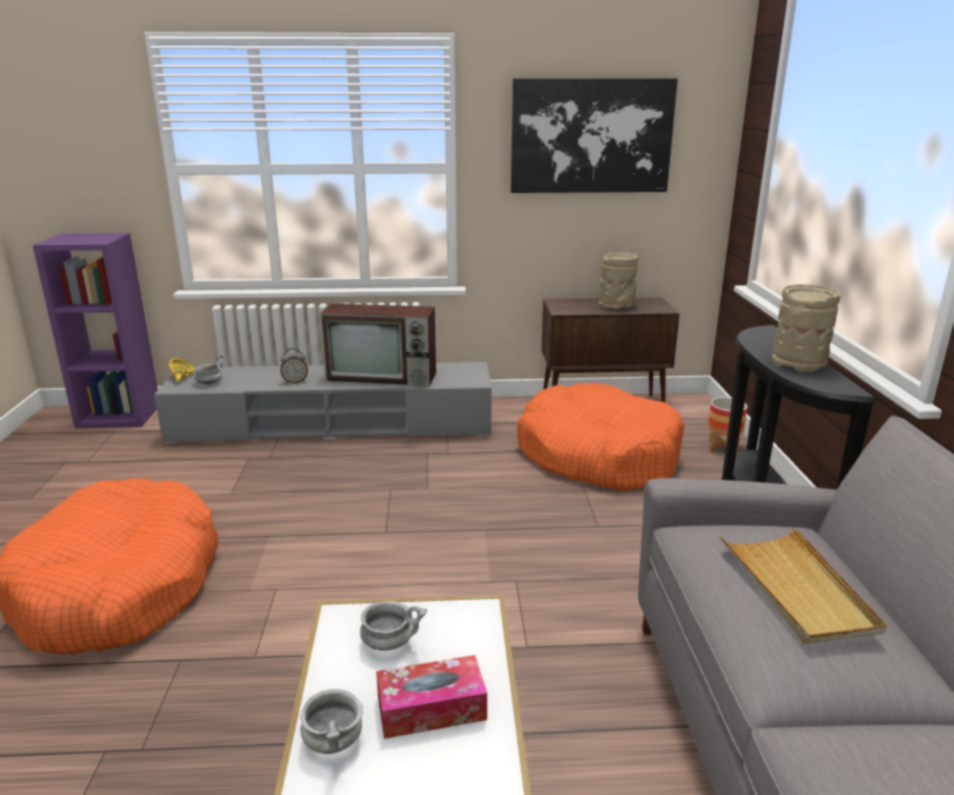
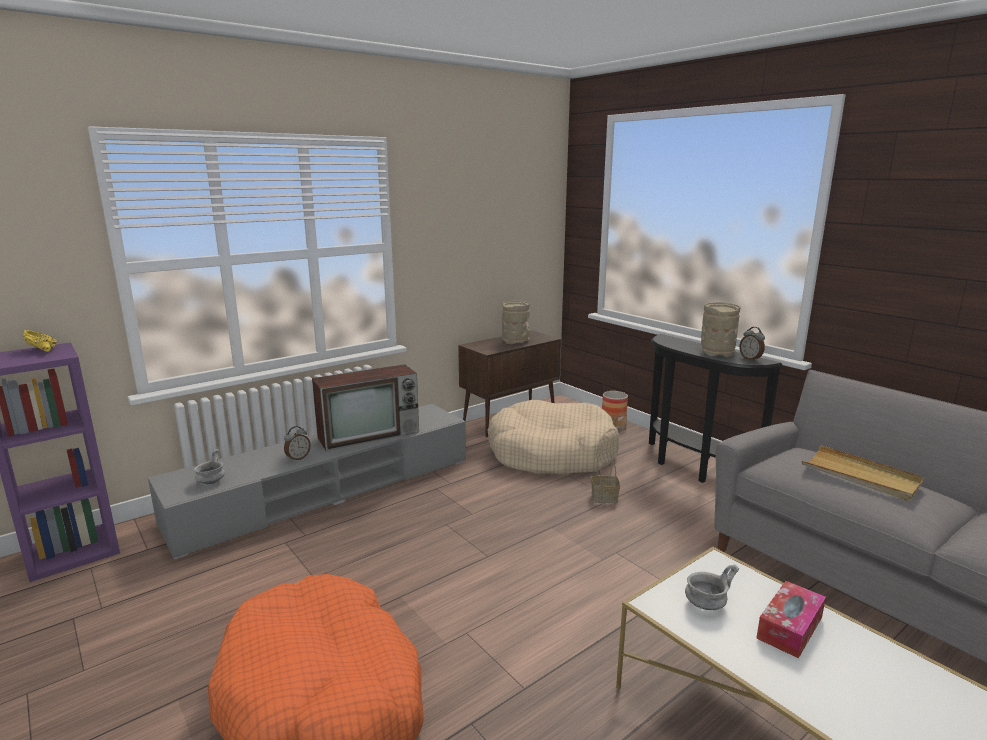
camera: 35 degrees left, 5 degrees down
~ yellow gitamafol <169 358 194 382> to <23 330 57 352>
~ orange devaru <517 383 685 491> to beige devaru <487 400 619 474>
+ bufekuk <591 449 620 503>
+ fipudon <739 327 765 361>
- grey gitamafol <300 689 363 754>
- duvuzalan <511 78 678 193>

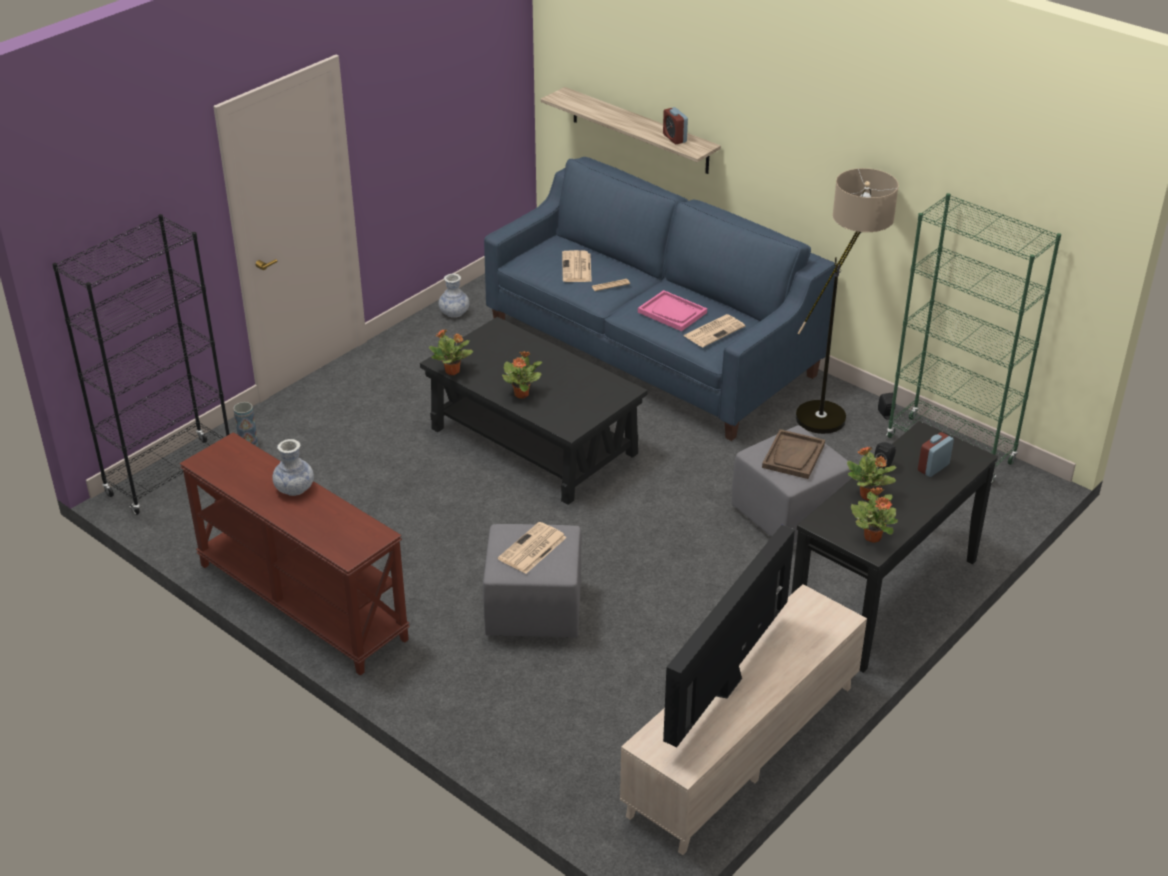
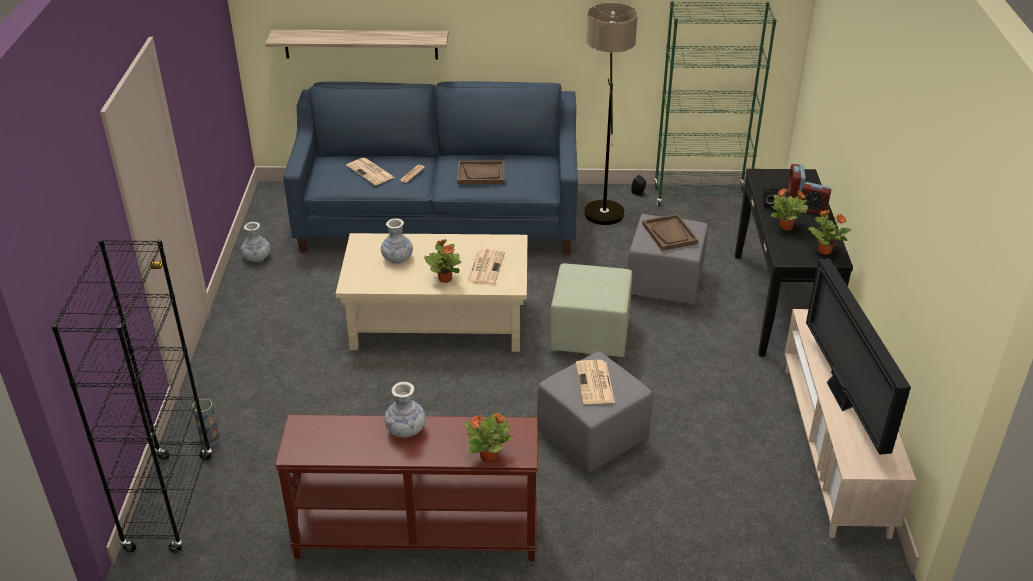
camera: 40 degrees left, 0 degrees up
~ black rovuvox <420 317 647 505> to beige rovuvox <336 233 528 352>
+ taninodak <381 218 413 264>
~ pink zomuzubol <638 290 707 331> to brown zomuzubol <457 161 505 184>
~ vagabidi <429 329 473 375> to <464 413 513 462>
~ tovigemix <683 314 745 347> to <467 249 505 284>
+ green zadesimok <550 263 632 358>
~ fipudon <663 107 688 144> to <801 182 832 214>

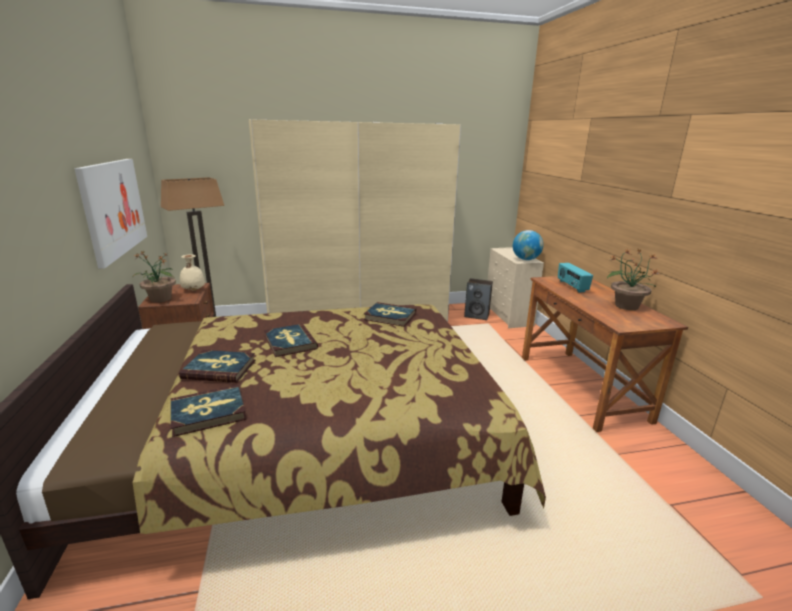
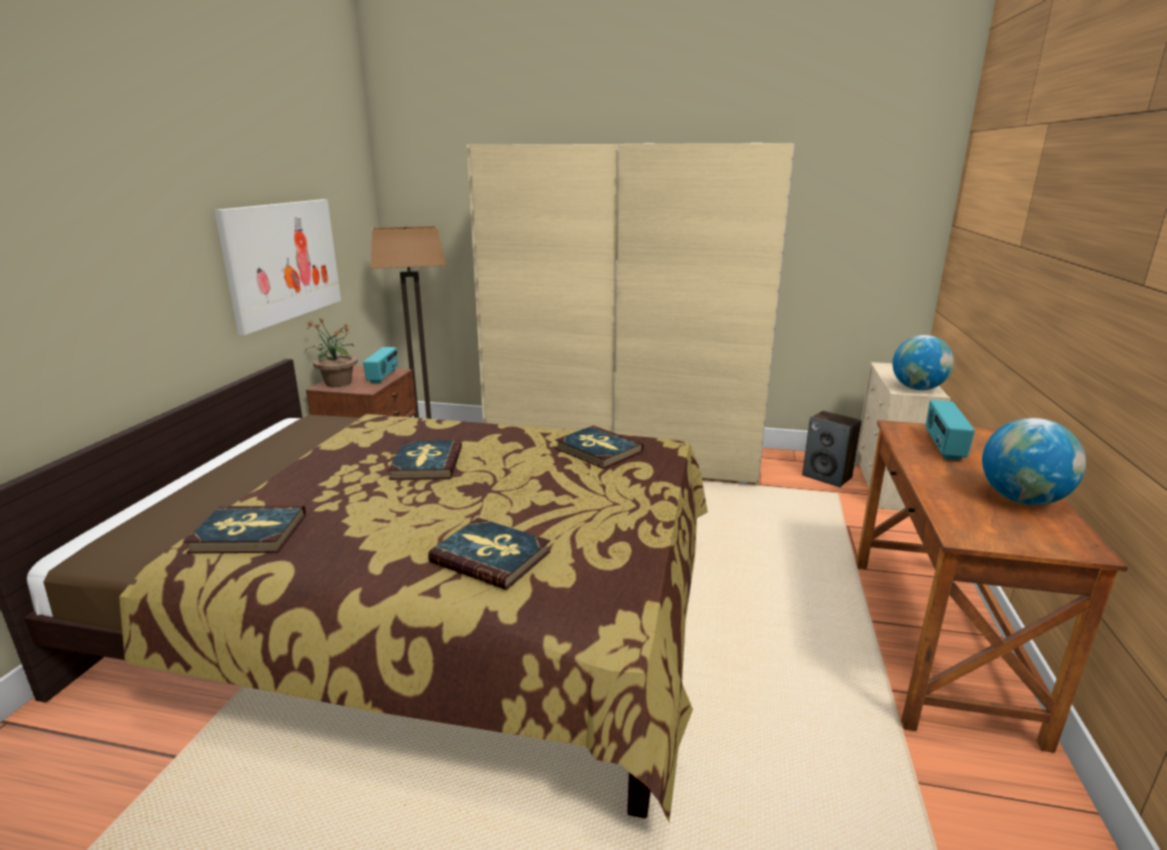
camera: 25 degrees right, 0 degrees up
~ beige taninodak <180 254 205 291> to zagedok <363 347 398 384>
~ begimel <179 350 255 383> to <428 518 550 590>
~ vagabidi <607 248 658 310> to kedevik <982 418 1086 505>

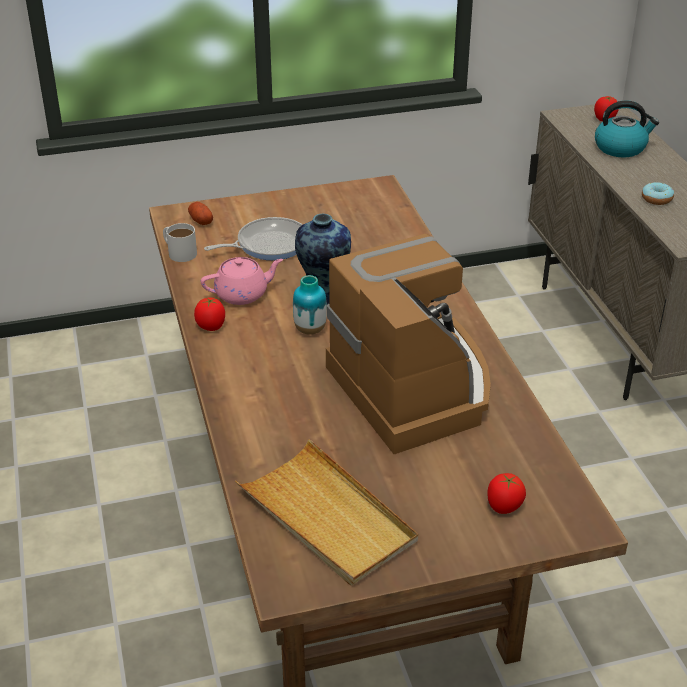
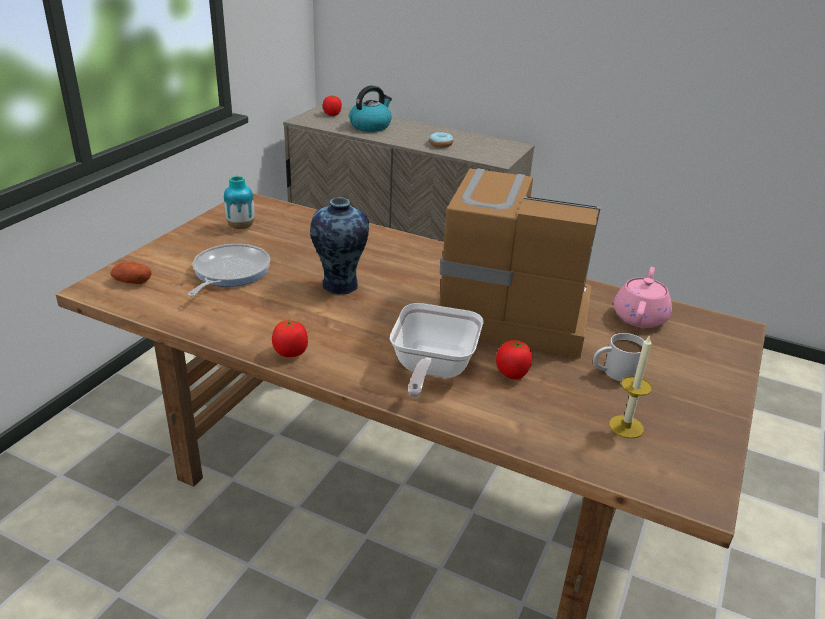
camera: 50 degrees left, 5 degrees down
~ taninodak <293 275 327 335> to <224 176 255 229>
+ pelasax <390 303 484 398>
~ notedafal <487 473 526 514> to <496 340 532 379>
~ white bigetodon <163 223 197 262> to <593 333 644 382>
~ beige zomuzubol <235 439 418 586> to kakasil <609 335 652 439>
~ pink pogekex <201 257 283 305> to <614 267 672 328>

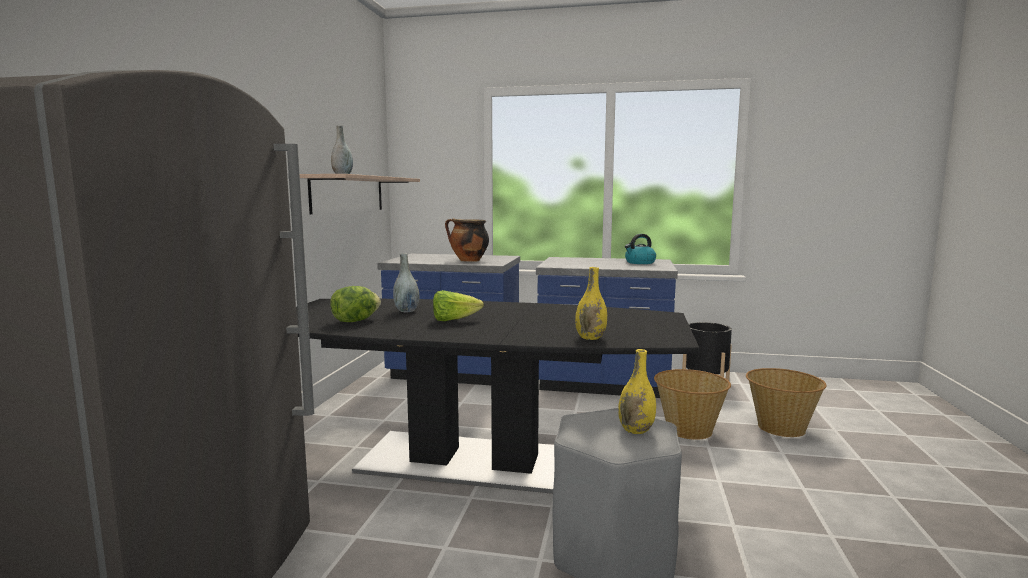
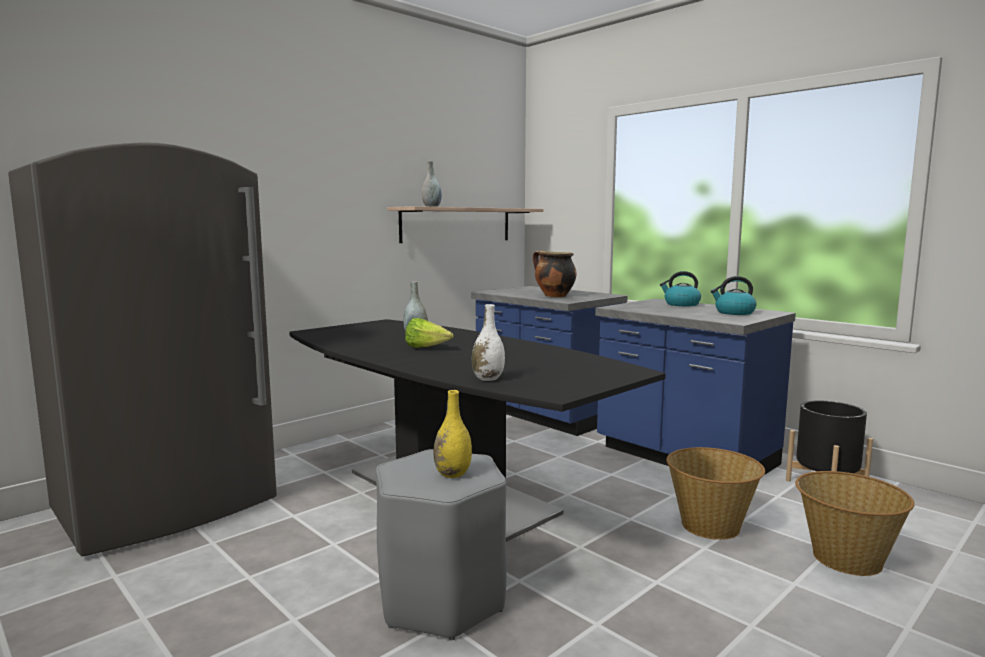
camera: 35 degrees right, 0 degrees up
~ yellow taninodak <575 267 607 340> to white taninodak <472 304 505 381>
+ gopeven <660 271 701 306>
- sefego <330 286 381 322>

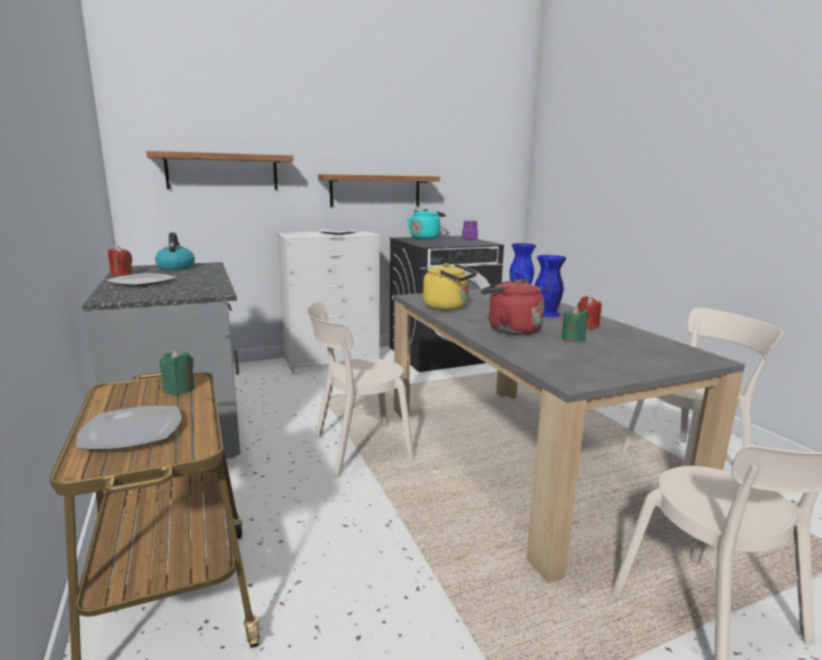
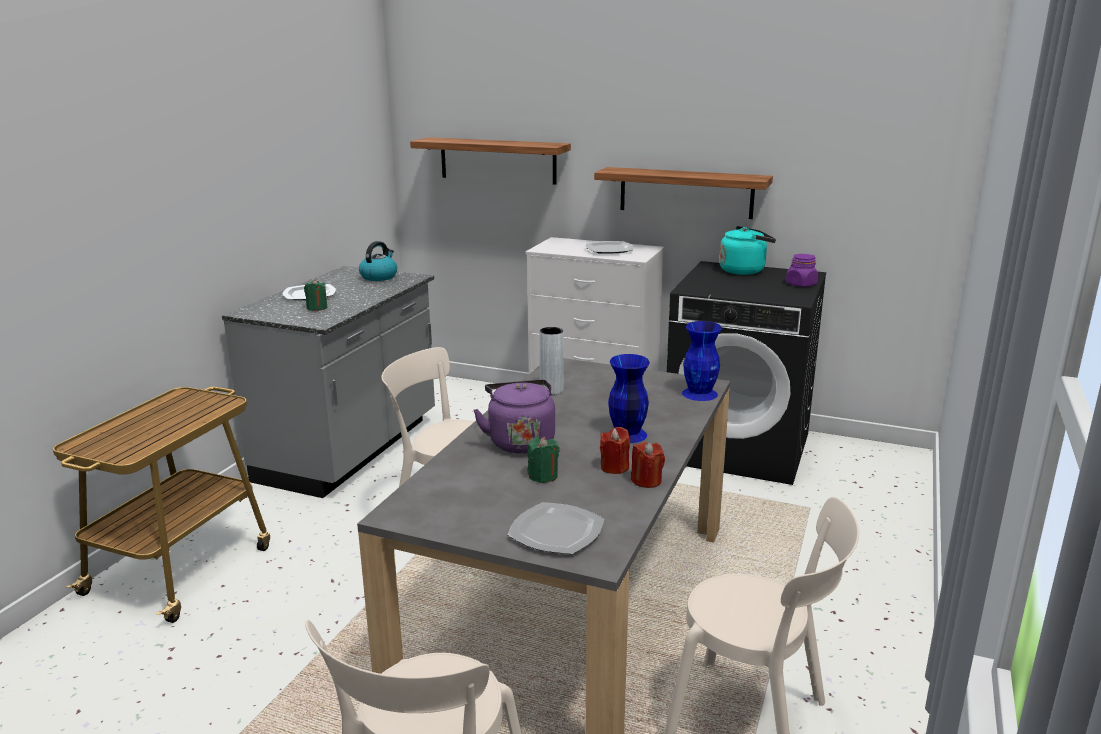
camera: 45 degrees right, 5 degrees up
~ green kakasil <159 349 194 395> to <304 279 327 311>
~ red gopeven <481 279 545 335> to purple gopeven <473 380 555 454>
~ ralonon <76 406 181 450> to <508 502 604 554>
~ yellow gopeven <423 263 477 310> to grey taninodak <539 327 564 395>
~ red kakasil <108 246 133 276> to <631 442 665 488>

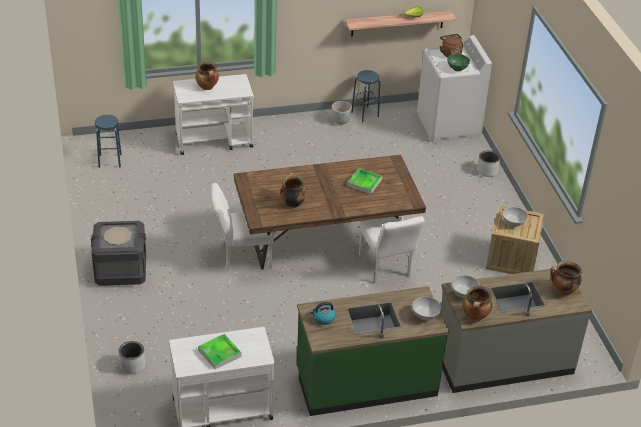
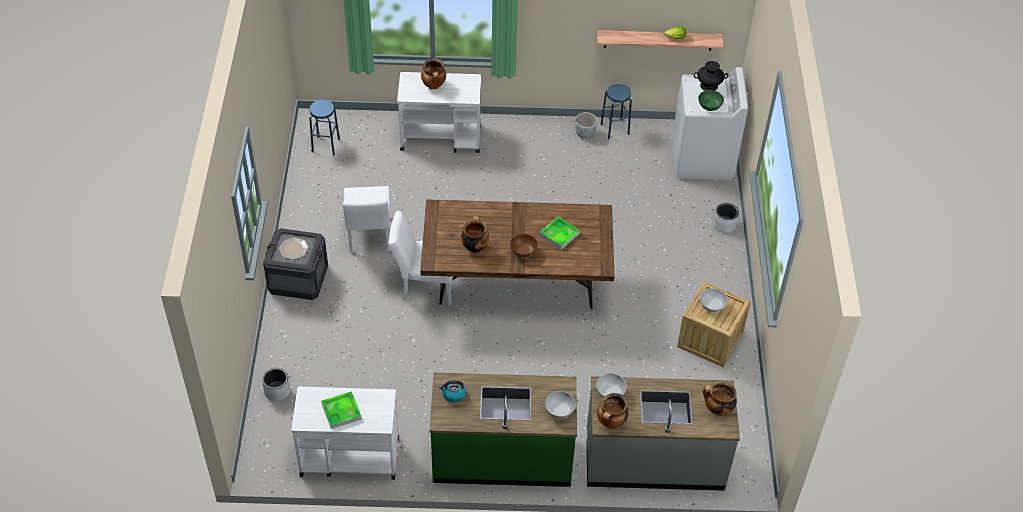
camera: 15 degrees right, 10 degrees up
~ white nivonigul <359 216 425 284> to <343 186 391 253>
+ brown gitamafol <510 234 538 257>
~ brown gopeven <440 34 463 57> to black taninodak <694 61 729 91>

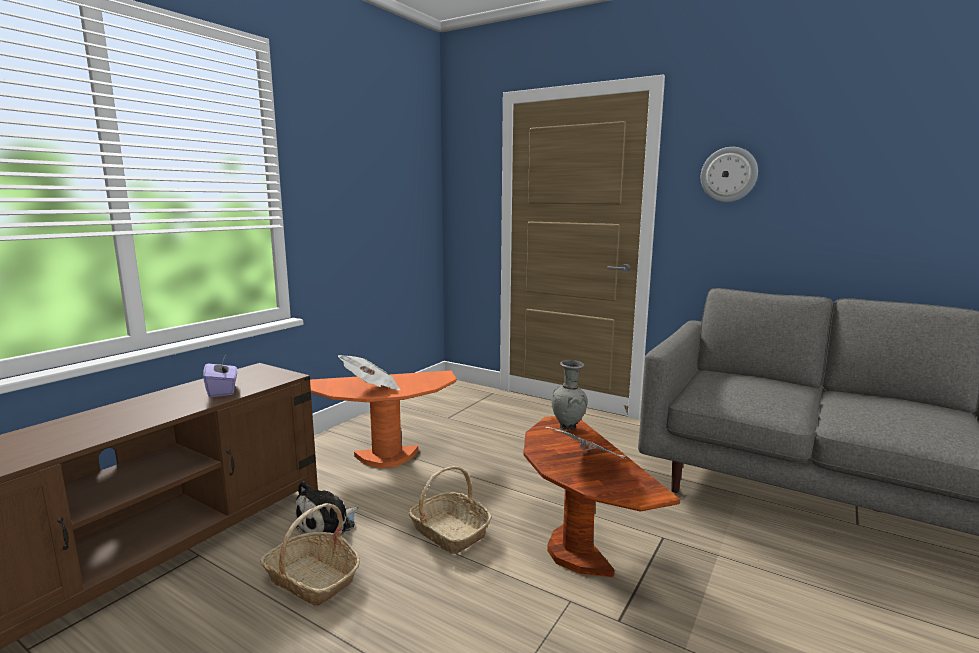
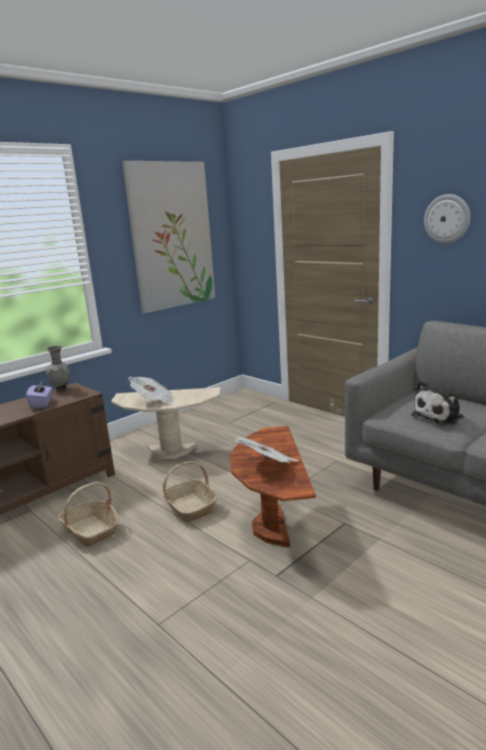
camera: 15 degrees right, 5 degrees up
~ grey taninodak <552 360 588 431> to <46 346 70 391>
~ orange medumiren <310 371 456 468> to beige medumiren <111 387 221 459>
+ duvuzalan <122 161 215 314>
~ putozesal <295 481 359 536> to <412 381 464 425>

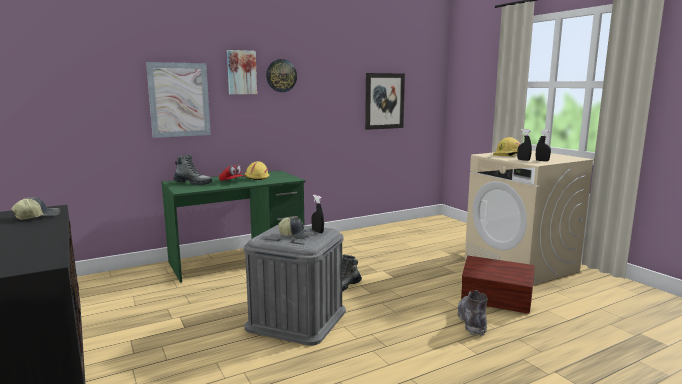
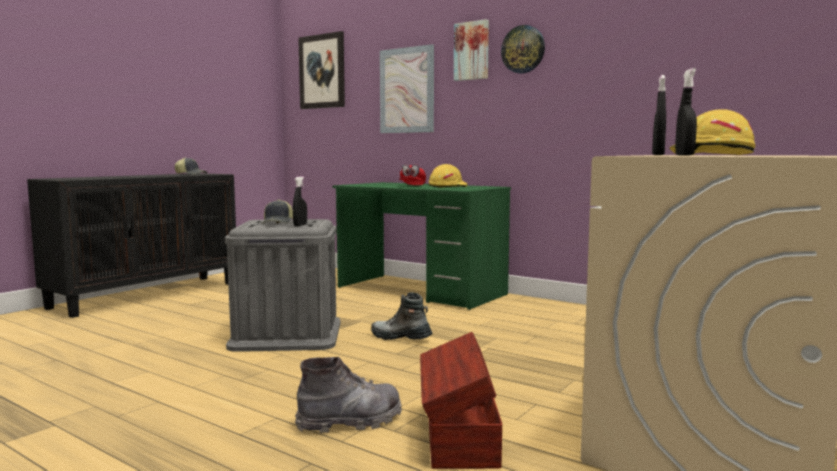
camera: 65 degrees right, 5 degrees down
~ duvuzalan <365 73 405 130> to <298 31 345 109>
- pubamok <173 154 212 185>

